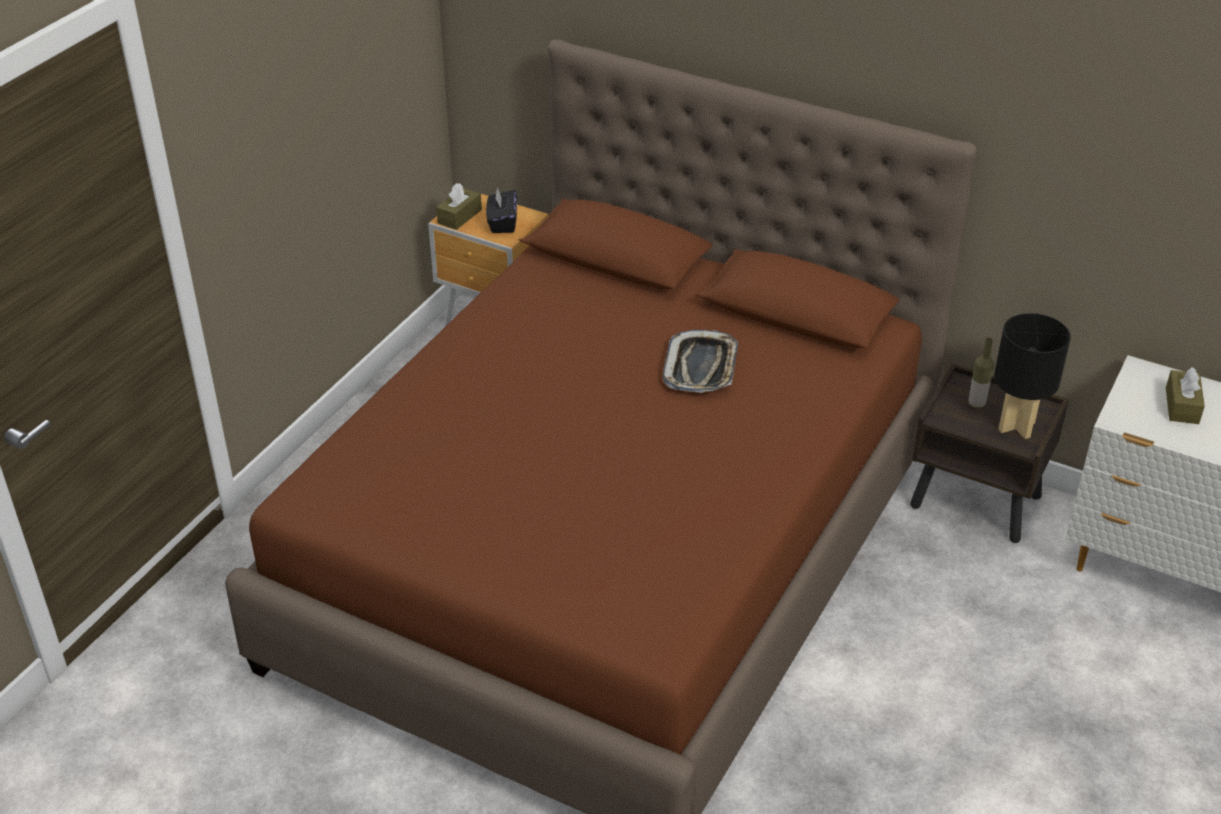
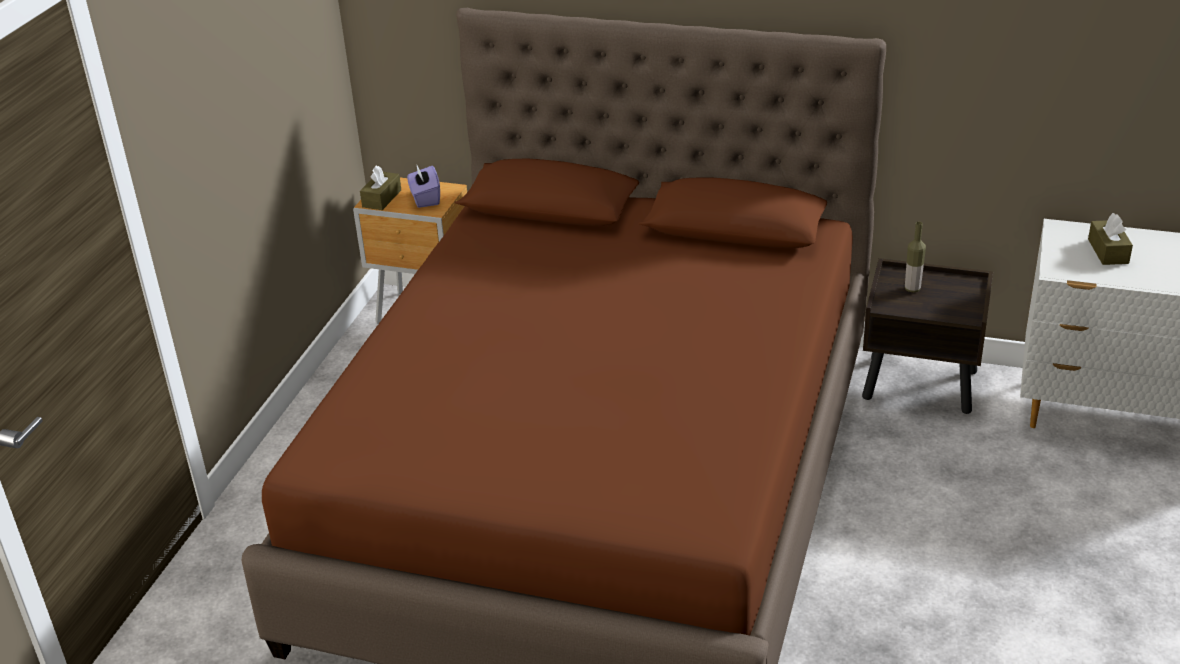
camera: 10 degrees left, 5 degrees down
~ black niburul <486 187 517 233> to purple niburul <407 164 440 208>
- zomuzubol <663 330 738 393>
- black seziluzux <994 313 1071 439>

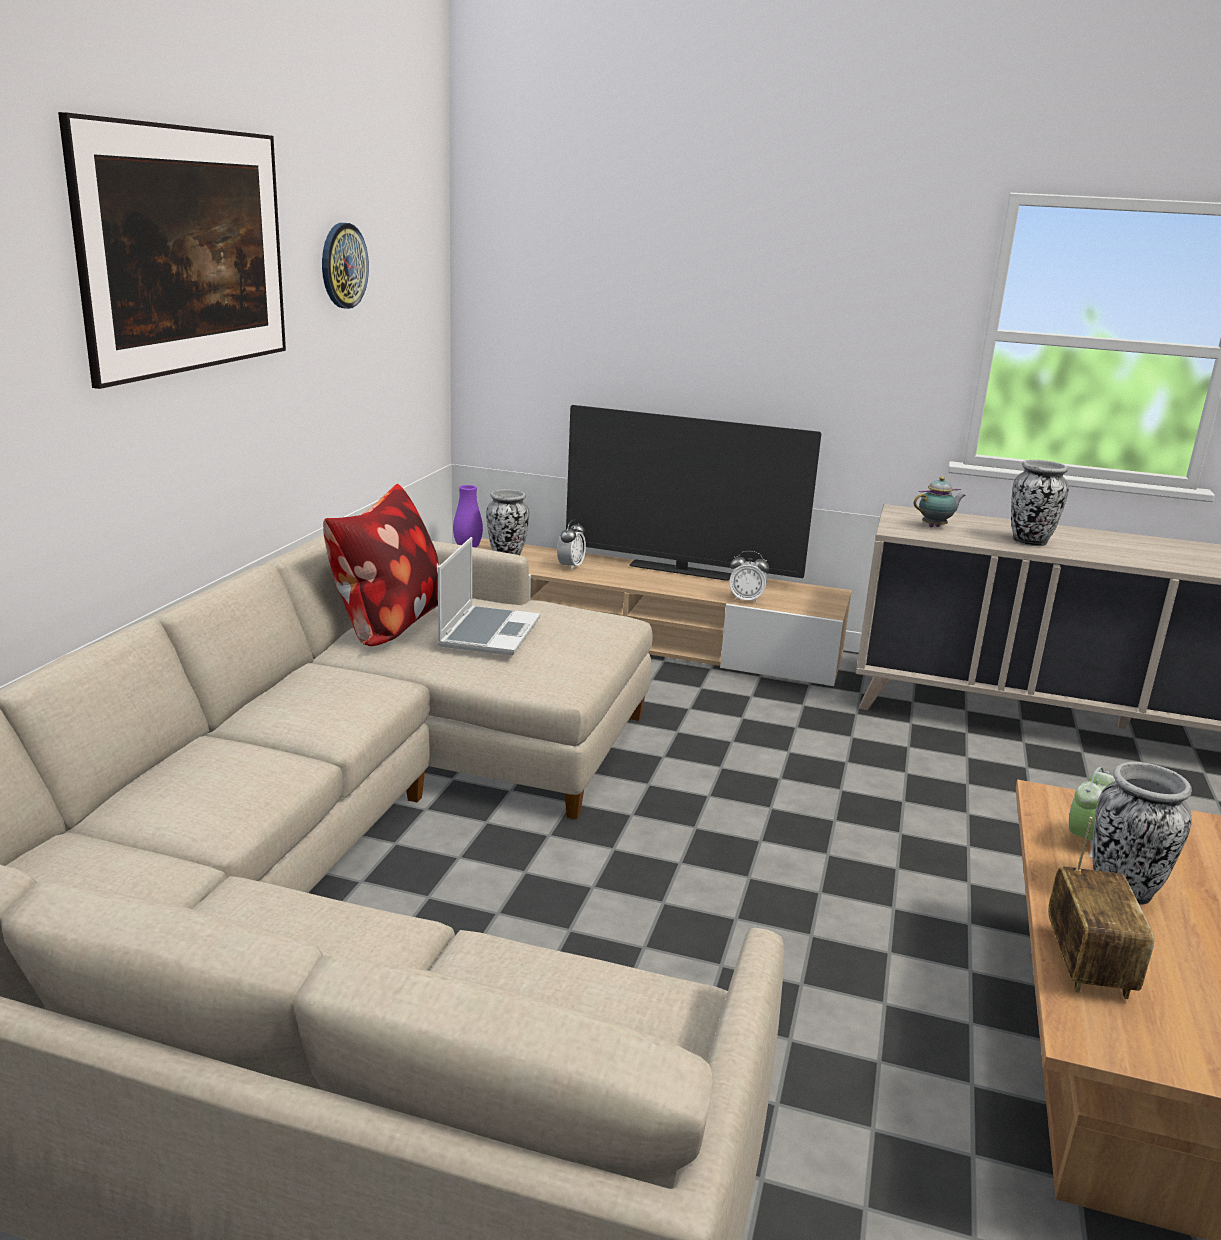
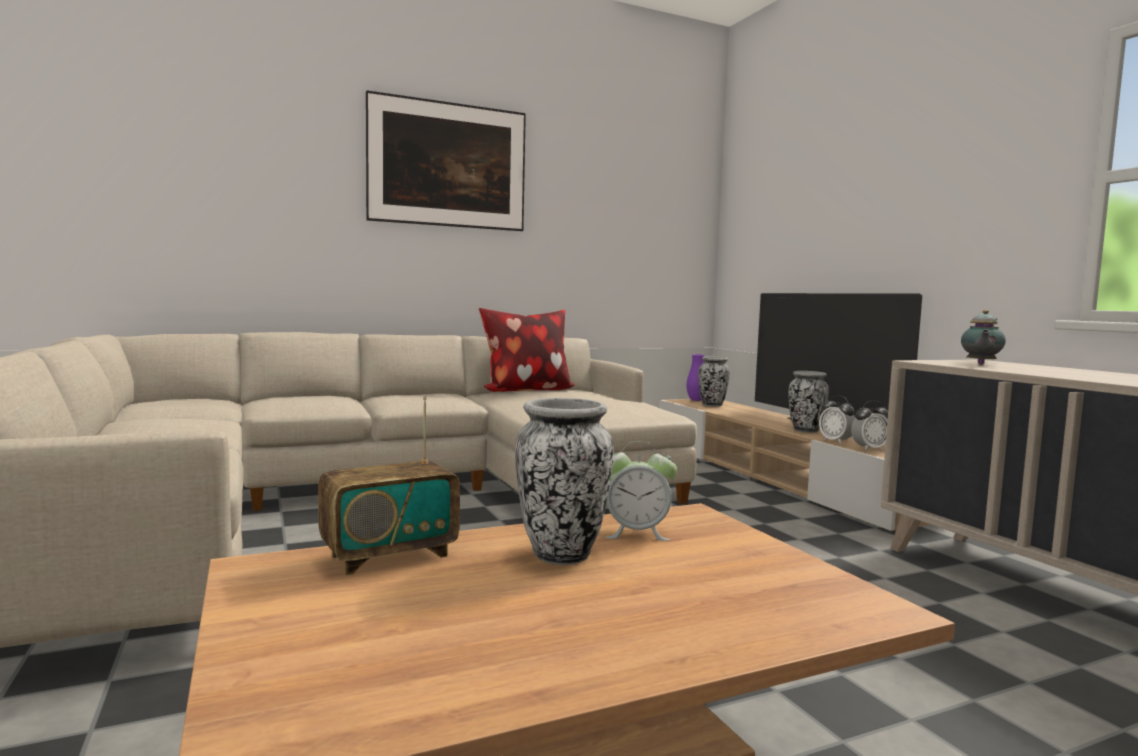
camera: 50 degrees right, 15 degrees down
~ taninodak <1011 460 1069 546> to <788 371 829 433>
~ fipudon <557 519 586 571> to <851 401 888 451>
~ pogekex <914 477 966 527> = <961 310 1006 365> 90 degrees clockwise
- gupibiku <322 223 369 309>
- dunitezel <438 537 540 656>

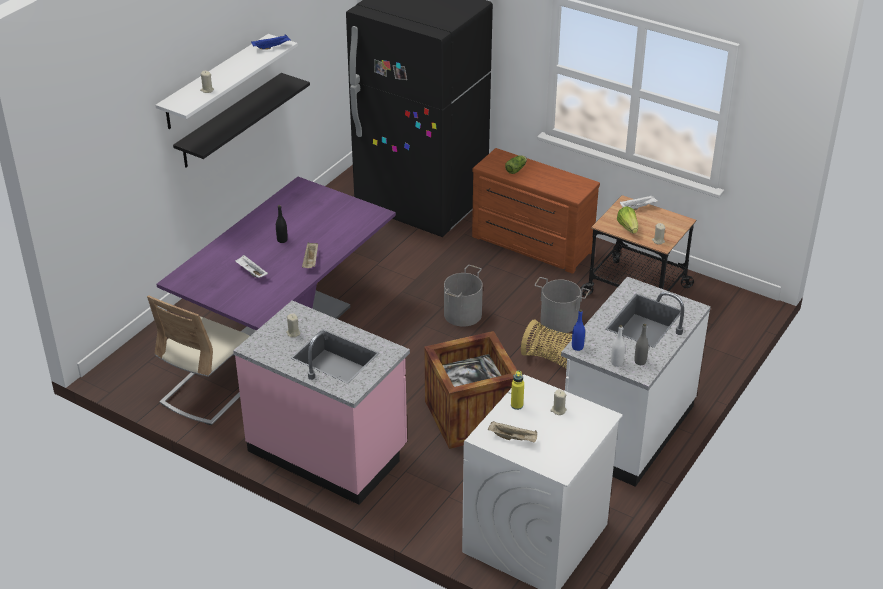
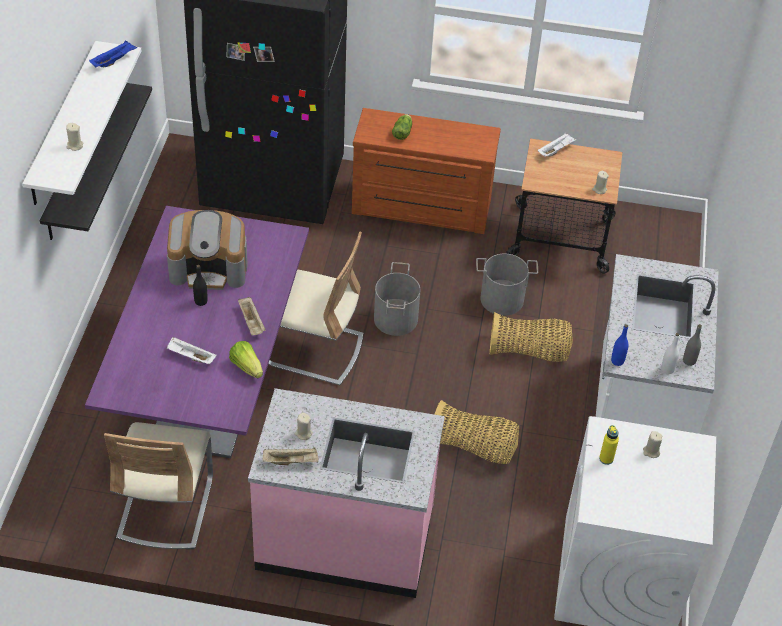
camera: 25 degrees left, 10 degrees up
+ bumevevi <167 210 248 290>
~ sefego <617 206 638 234> to <229 341 263 378>
~ beige zomuzubol <488 421 537 443> to <263 447 318 465>
+ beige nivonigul <268 231 363 385>
~ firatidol <424 331 517 449> to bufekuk <434 400 519 464>

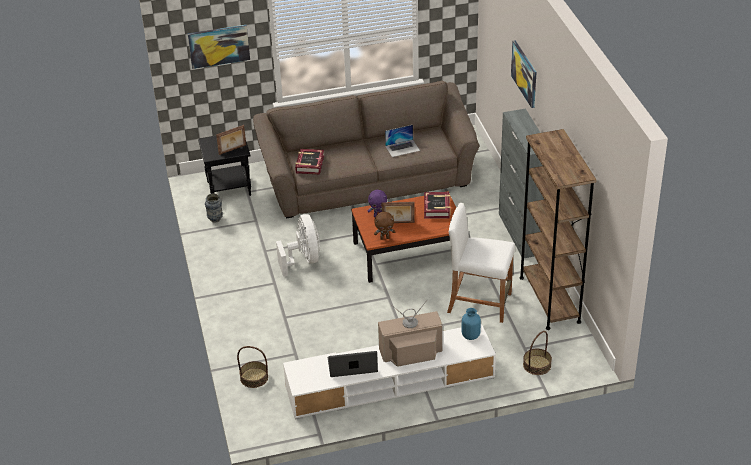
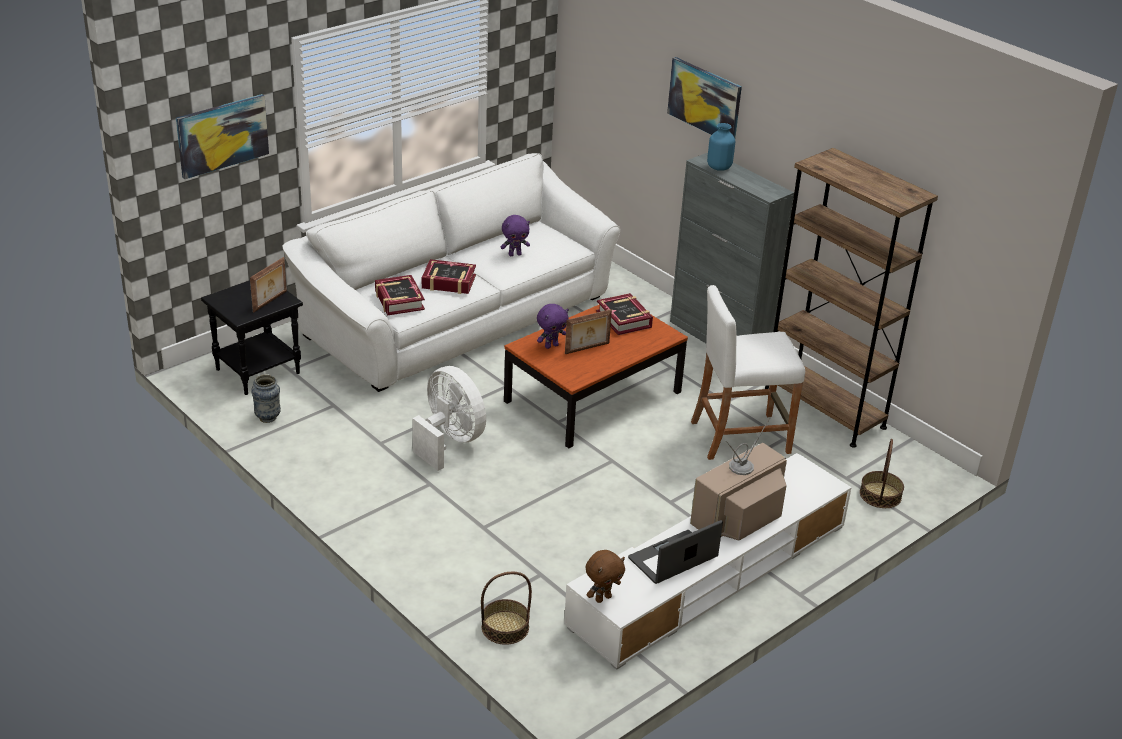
camera: 30 degrees left, 5 degrees down
~ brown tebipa <253 81 480 218> to white tebipa <282 153 621 392>
+ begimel <422 259 476 294>
~ dunitezel <385 125 420 157> to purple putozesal <500 215 530 256>
~ brown putozesal <374 212 395 240> to <586 550 625 603>
~ blue taninodak <461 308 481 340> to <707 123 735 171>

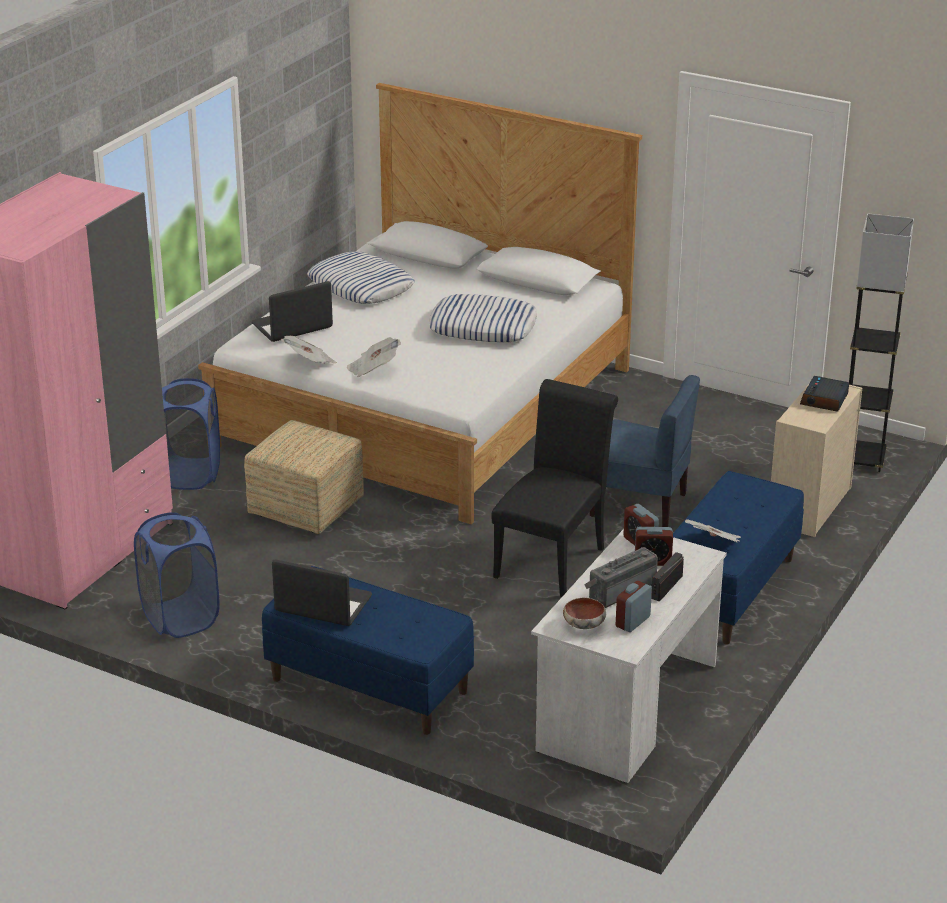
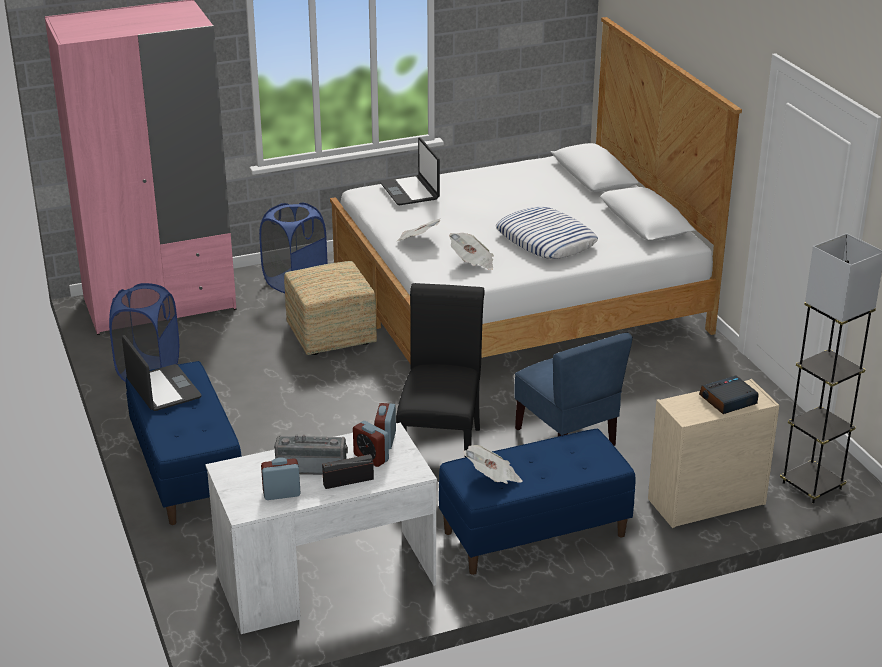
camera: 40 degrees right, 0 degrees up
~ dunitezel <252 281 333 342> = <380 138 440 205> 120 degrees counterclockwise
~ black nivonigul <491 379 618 597> = <396 283 485 457> 60 degrees counterclockwise
~ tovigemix <281 336 337 364> to <449 233 494 270>
- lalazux <307 252 415 304>
- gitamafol <563 597 606 629>

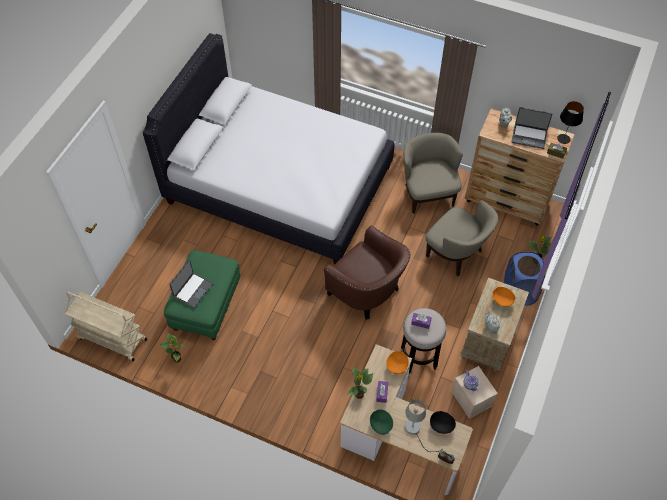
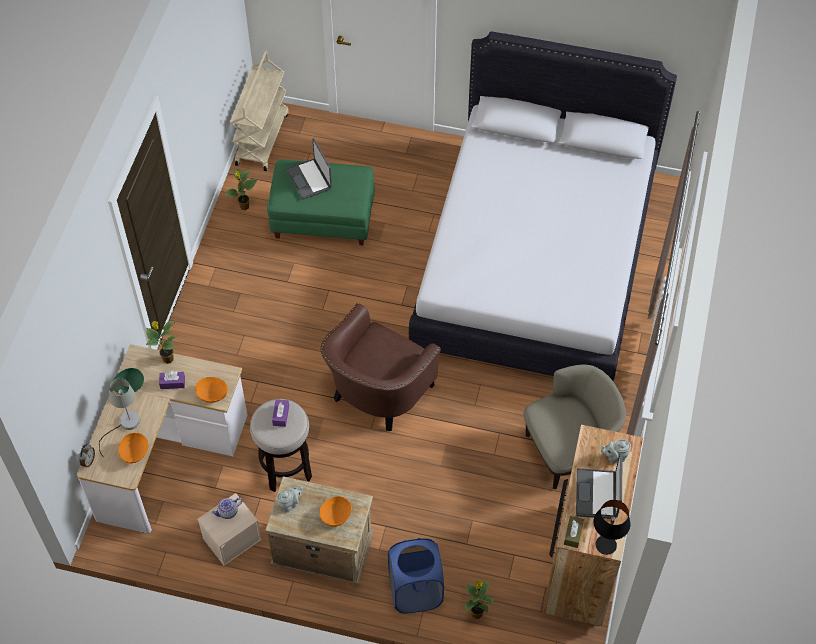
camera: 80 degrees right, 0 degrees up
~ black gitamafol <430 411 456 434> to orange gitamafol <118 433 149 463>
~ dunitezel <169 260 213 309> = <286 138 332 200> 45 degrees clockwise
- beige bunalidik <425 200 498 276>

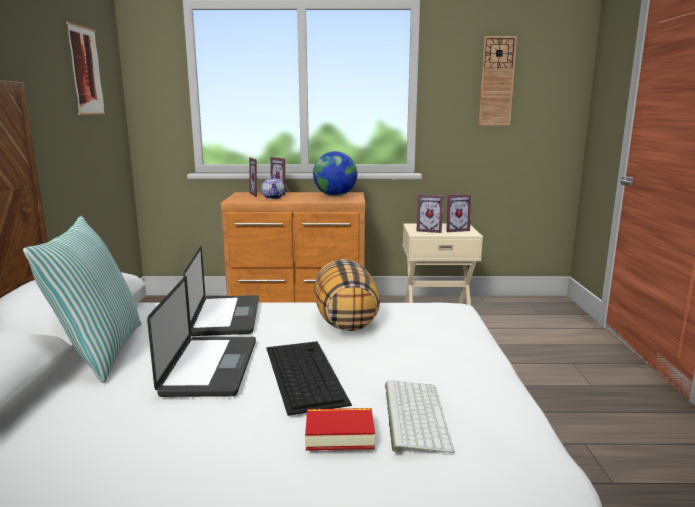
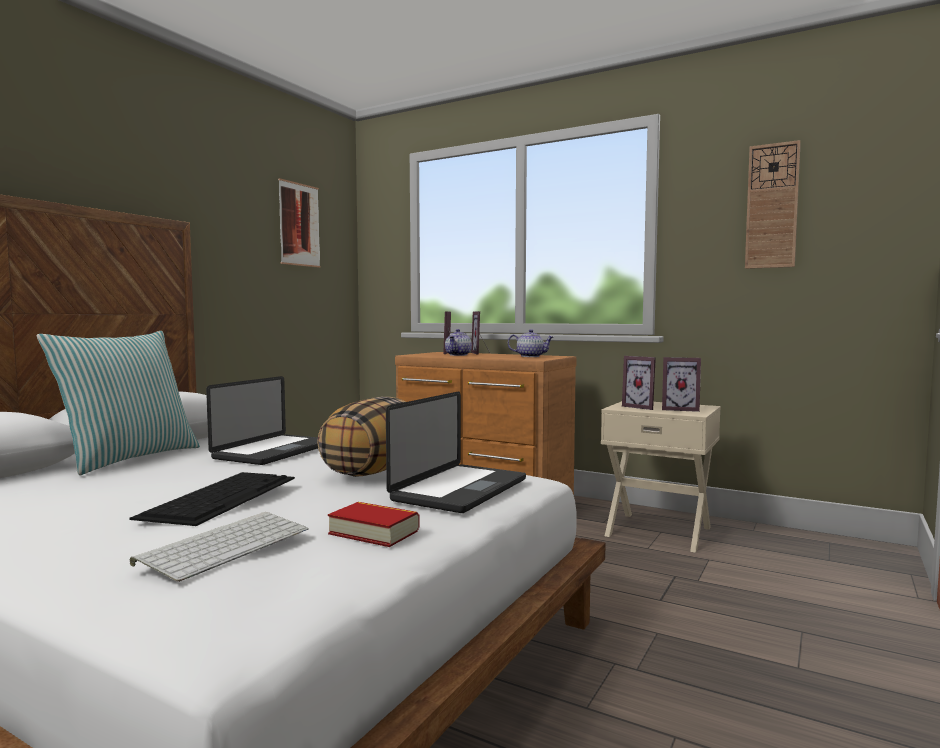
camera: 30 degrees right, 10 degrees down
~ begimel <305 408 375 451> to <328 502 420 547>
~ dunitezel <147 276 256 397> to <386 392 526 513>
~ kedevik <313 151 357 196> to pogekex <508 329 553 357>

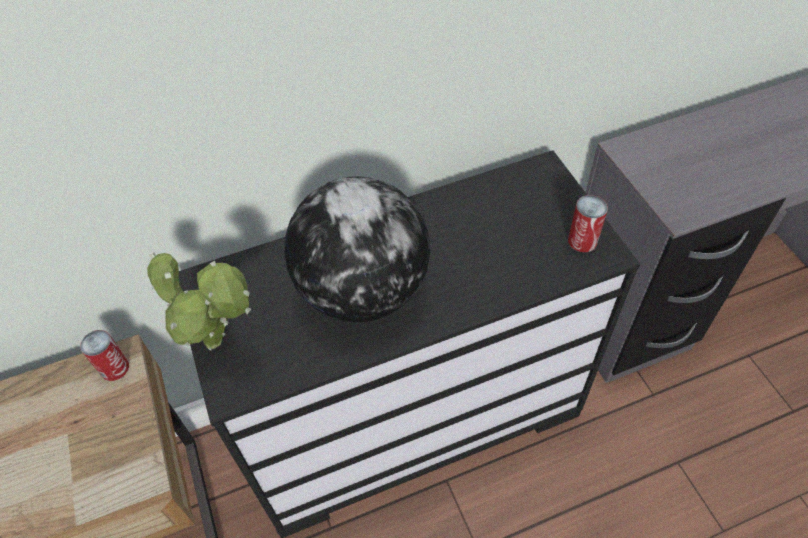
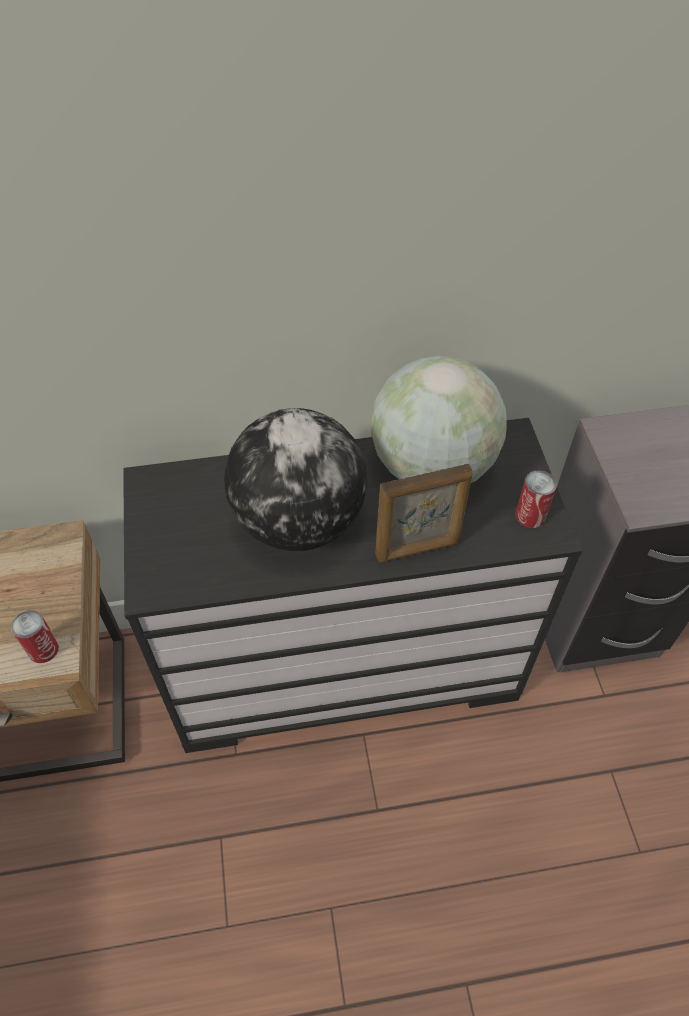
camera: 10 degrees right, 0 degrees up
~ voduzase <80 330 129 381> to <11 610 59 663>
+ kedevik <371 356 506 483>
+ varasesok <375 464 473 563>
- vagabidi <147 253 251 351>

